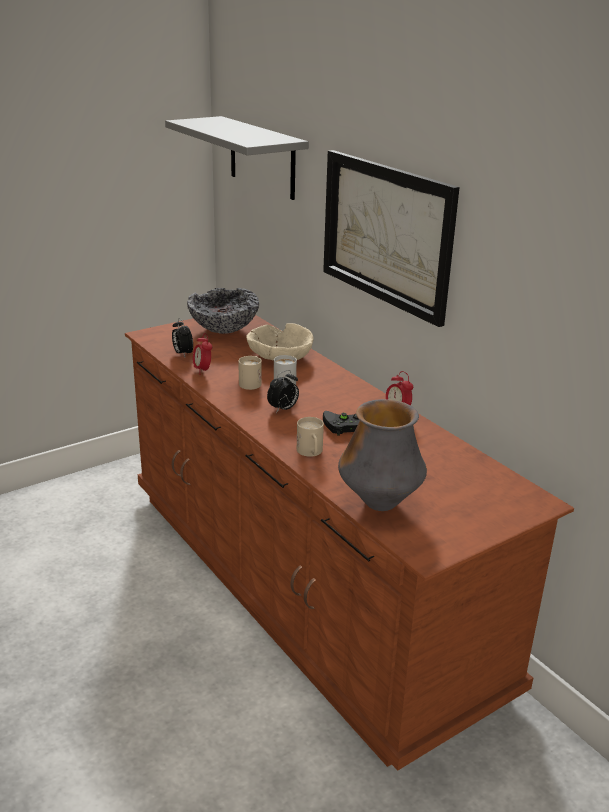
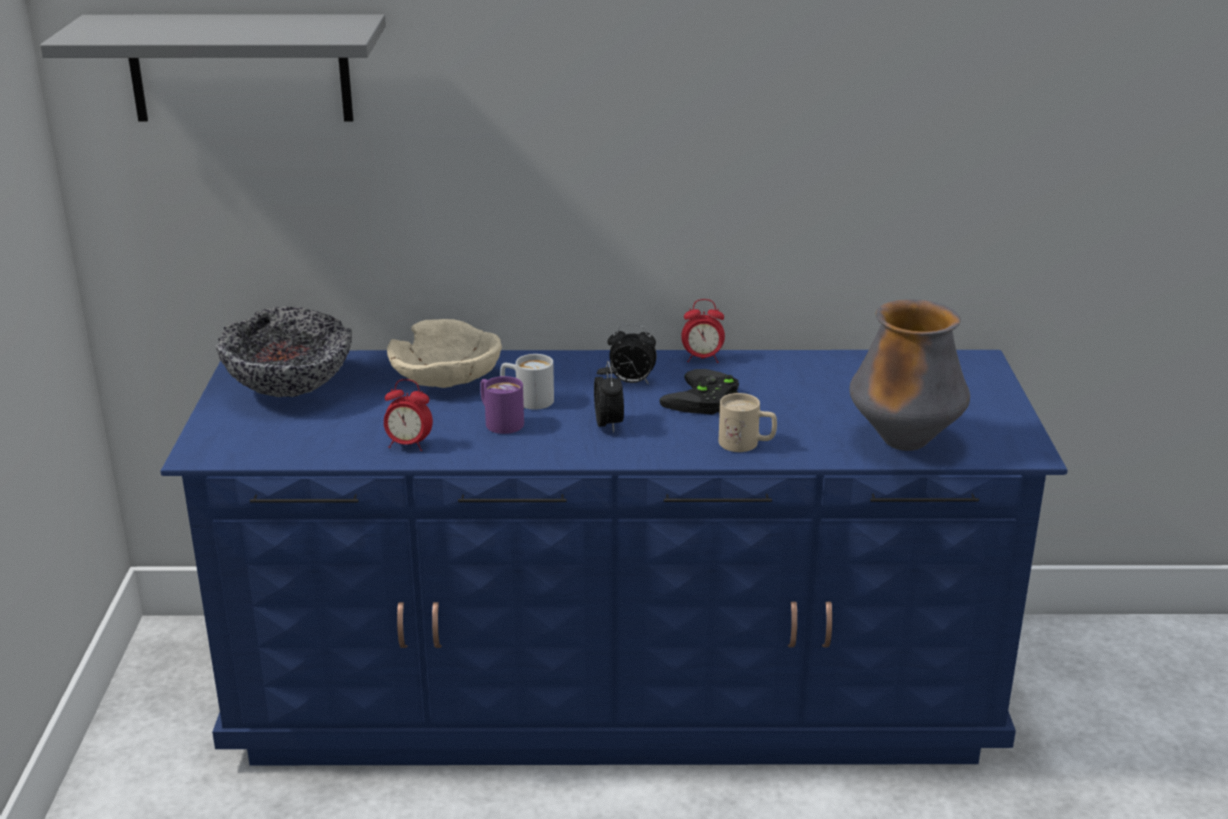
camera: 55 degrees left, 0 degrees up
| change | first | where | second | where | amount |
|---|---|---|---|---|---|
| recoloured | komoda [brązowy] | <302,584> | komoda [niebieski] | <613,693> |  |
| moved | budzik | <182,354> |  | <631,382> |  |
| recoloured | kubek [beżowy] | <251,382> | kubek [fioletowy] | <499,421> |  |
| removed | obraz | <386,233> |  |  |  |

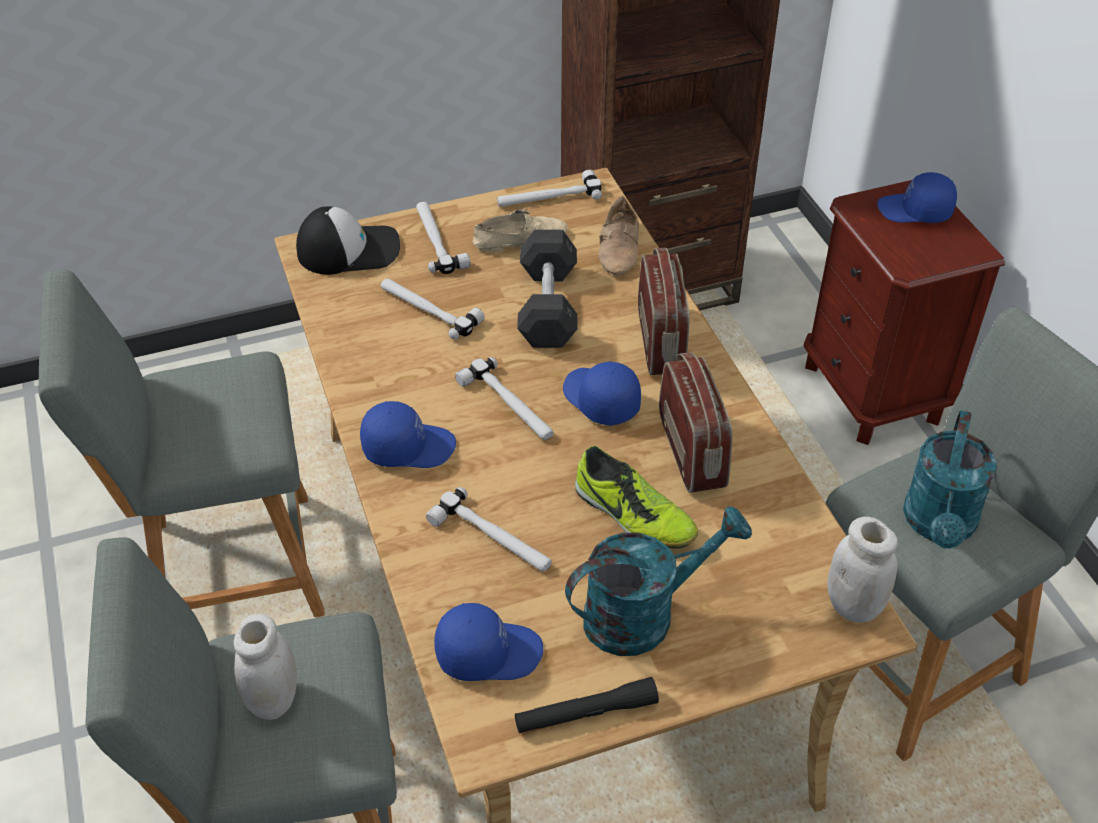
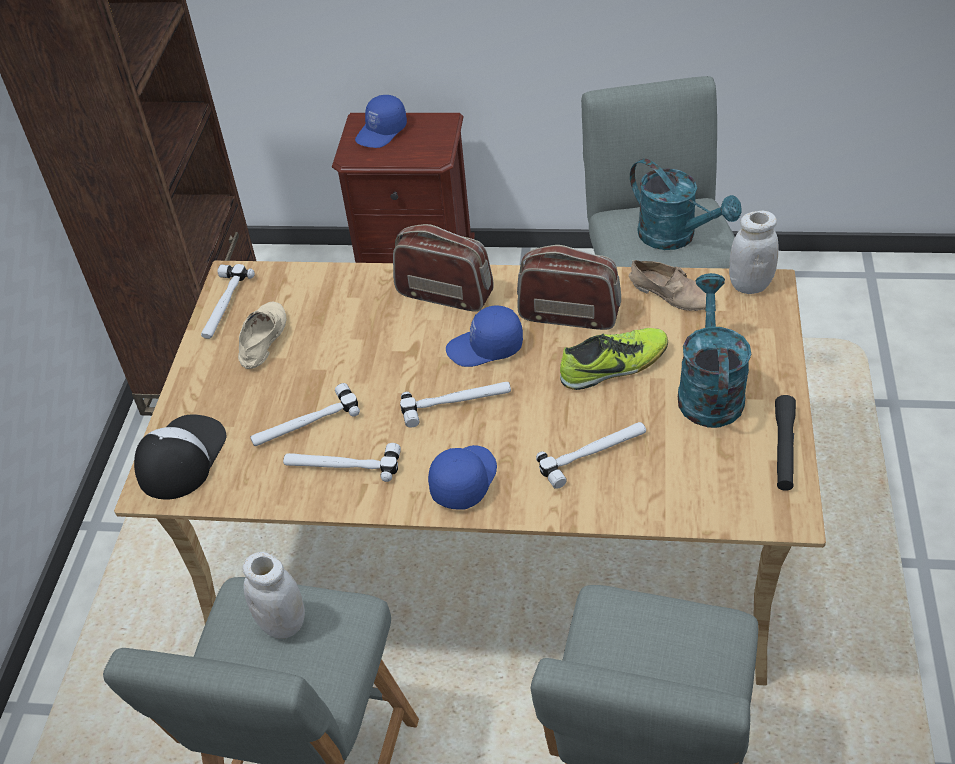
camera: 60 degrees left, 0 degrees up
| change | first | where | second | where | amount |
|---|---|---|---|---|---|
| moved | słoik [biały] | <274,700> |  | <282,623> |  |
| moved | młotek | <437,240> |  | <342,464> |  |
| removed | czapka z daszkiem [niebieski] | <488,652> |  |  |  |
| removed | hantel [szary] | <548,306> |  |  |  |
| moved | but [beżowy] | <621,248> |  | <672,293> |  |

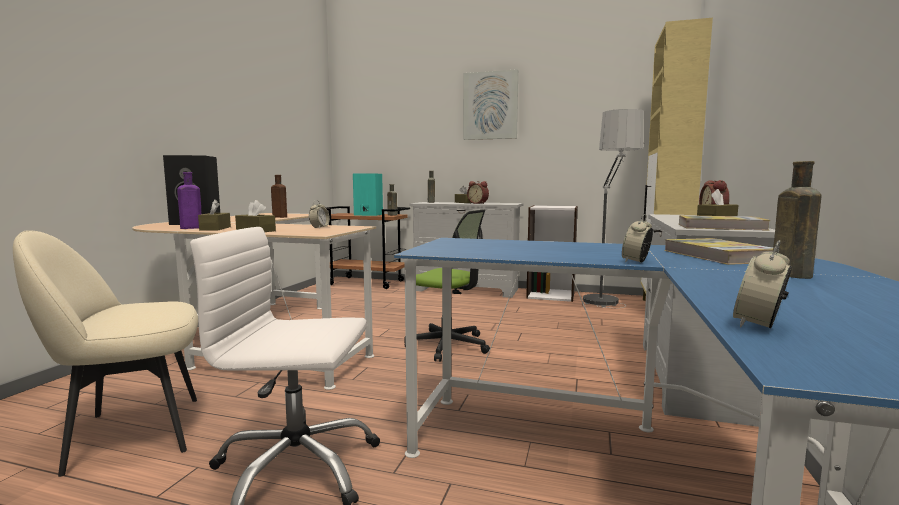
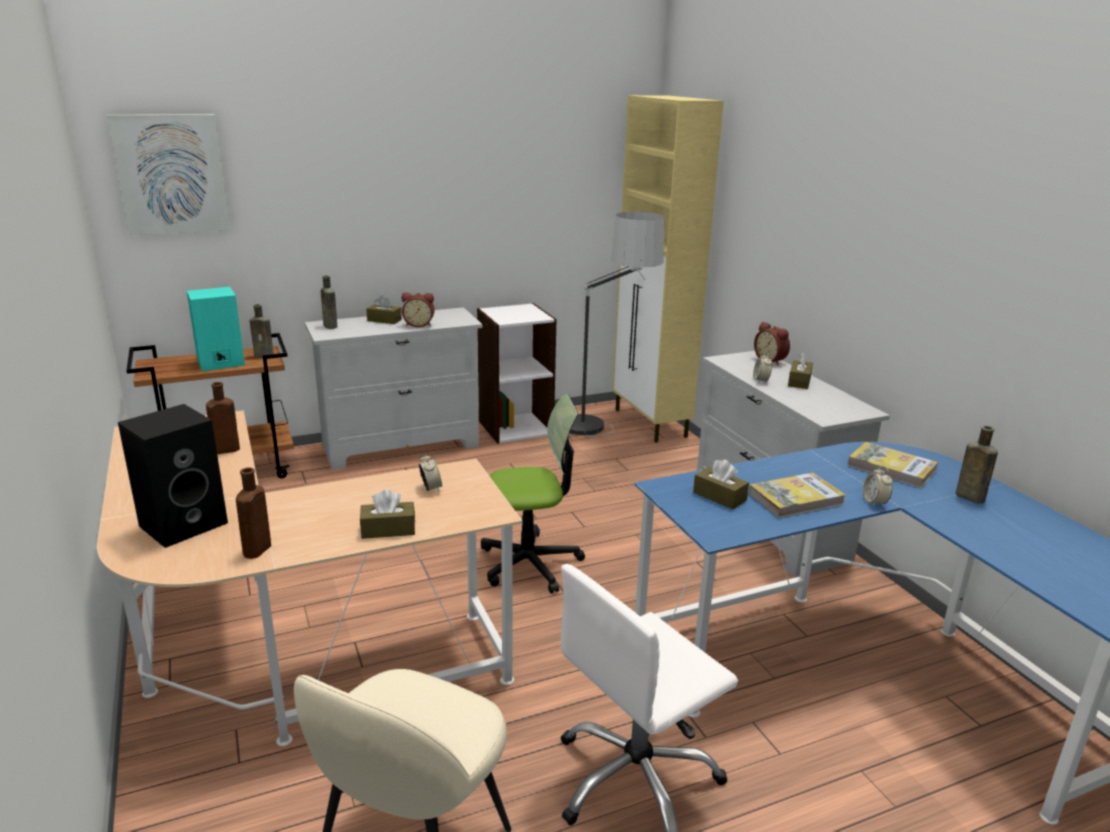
camera: 40 degrees left, 15 degrees up
| change | first | where | second | where | amount |
|---|---|---|---|---|---|
| recoloured | butelka [fioletowy] | <189,228> | butelka [brązowy] | <256,551> |  |
| moved | pudełko chusteczek [brązowy] | <215,228> |  | <719,496> |  |
| moved | obraz | <490,105> |  | <171,174> |  |
| moved | książka | <720,227> |  | <795,499> |  |
| moved | budzik | <758,325> |  | <761,380> |  |

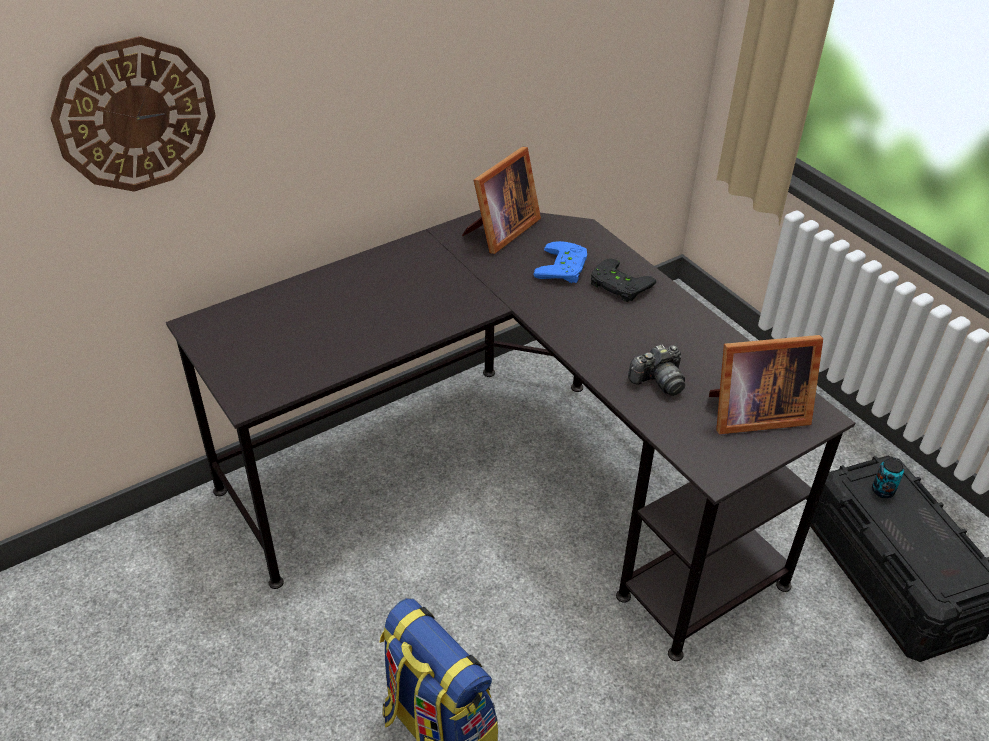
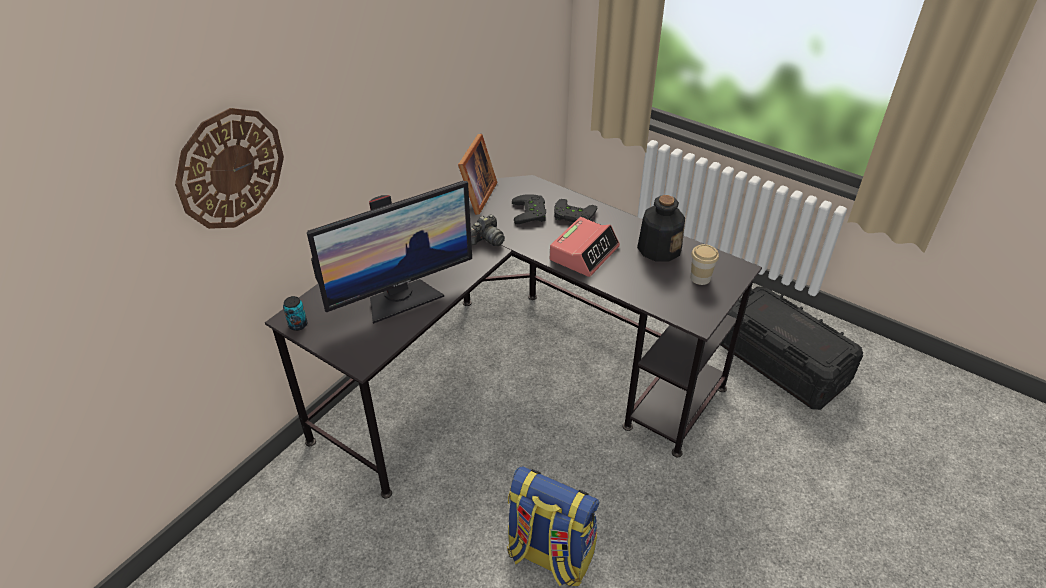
camera: 20 degrees left, 0 degrees up
| change | first | where | second | where | amount |
|---|---|---|---|---|---|
| recoloured | pad do gier [niebieski] | <565,268> | pad do gier [czarny] | <532,212> |  |
| moved | aparat fotograficzny | <658,381> |  | <486,240> |  |
| replaced | ramka na zdjęcie | <752,414> | filiżanka | <700,278> |  |
| moved | puszka | <882,491> |  | <298,325> |  |
| added |  |  | monitor | <401,298> |  |
| added |  |  | budzik | <584,253> |  |
| added |  |  | butelka | <658,248> |  |

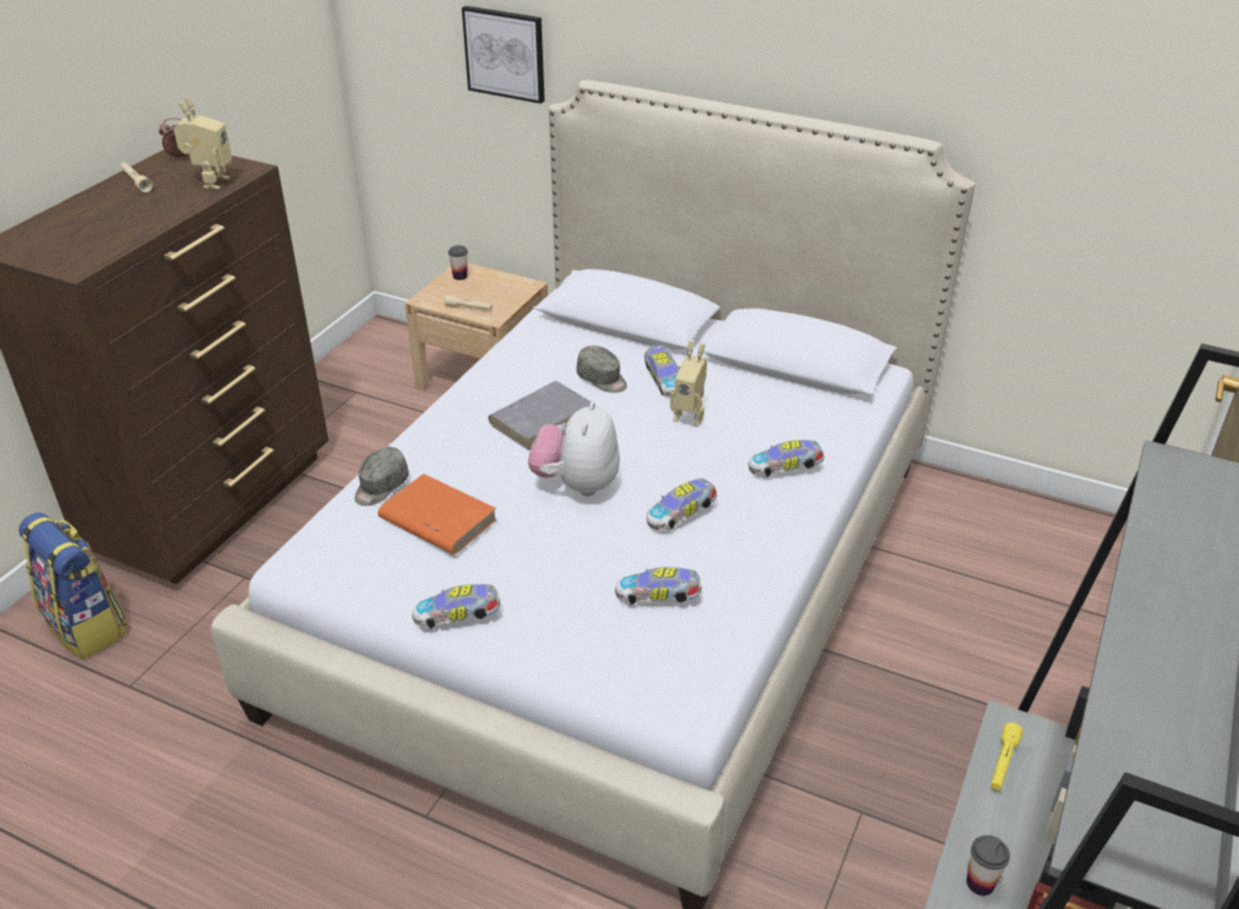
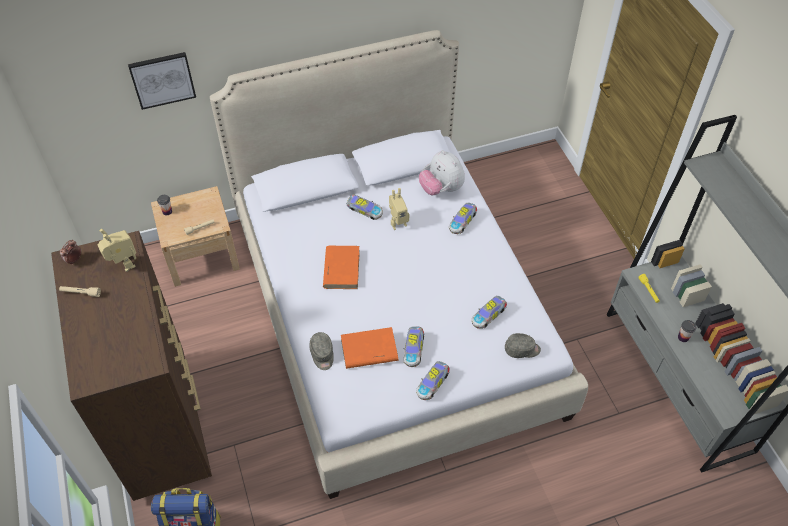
camera: 45 degrees left, 15 degrees up
| change | first | where | second | where | amount |
|---|---|---|---|---|---|
| recoloured | książka [szary] | <542,418> | książka [pomarańczowy] | <341,268> |  |
| moved | pluszak | <577,484> |  | <441,189> |  |
| moved | czapka z daszkiem [szary] | <602,379> |  | <522,350> |  |
| moved | samochodzik | <681,514> |  | <413,349> |  |

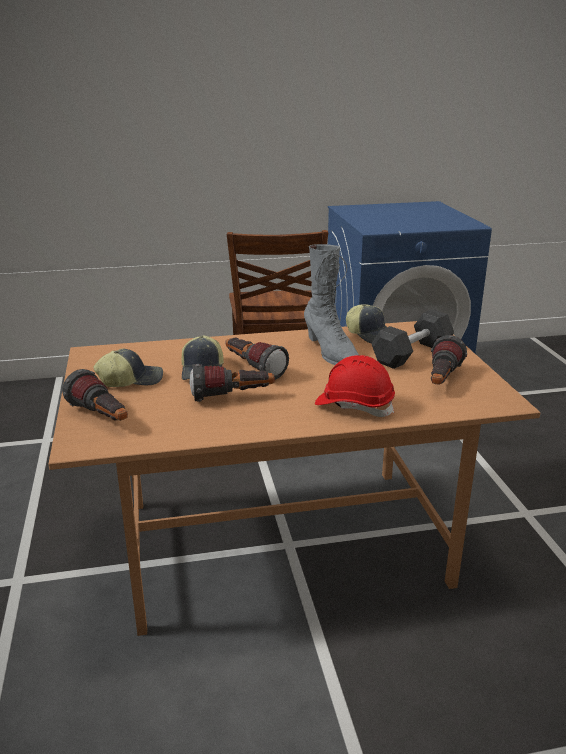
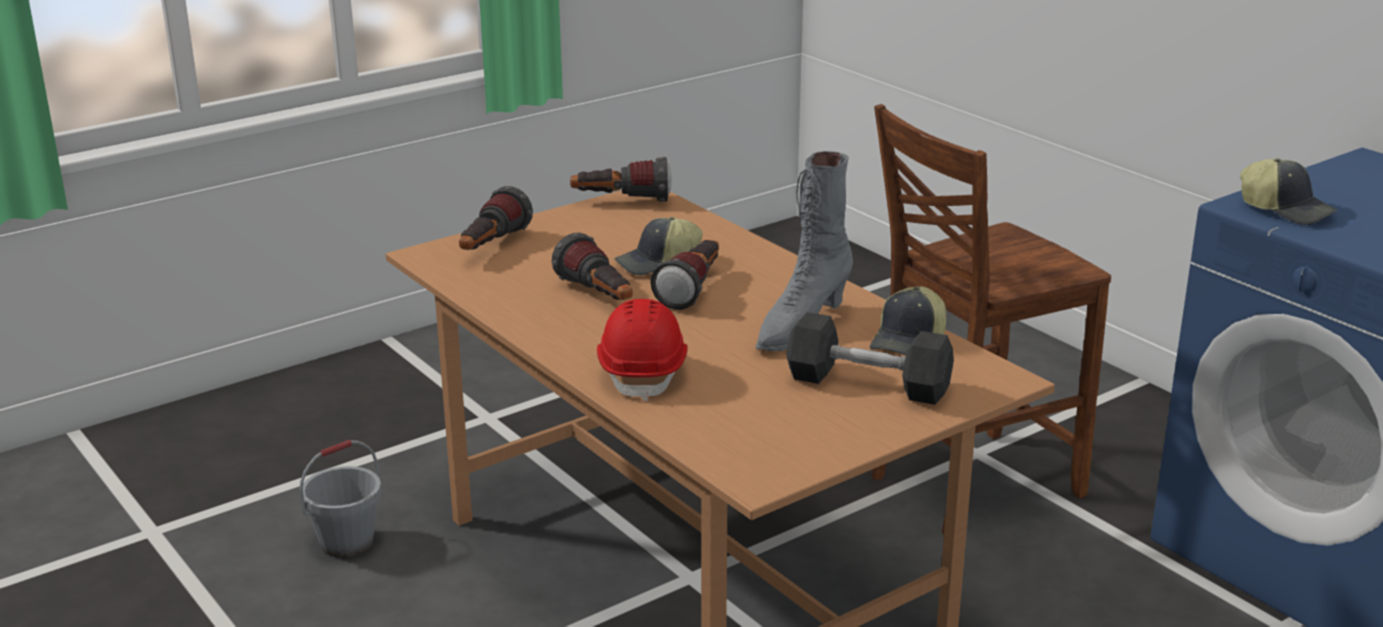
camera: 65 degrees right, 0 degrees up
| change | first | where | second | where | amount |
|---|---|---|---|---|---|
| moved | czapka z daszkiem | <131,380> |  | <1286,210> |  |
| moved | latarka | <441,381> |  | <621,202> |  |
| added |  |  | wiadro [szary] | <347,542> |  |

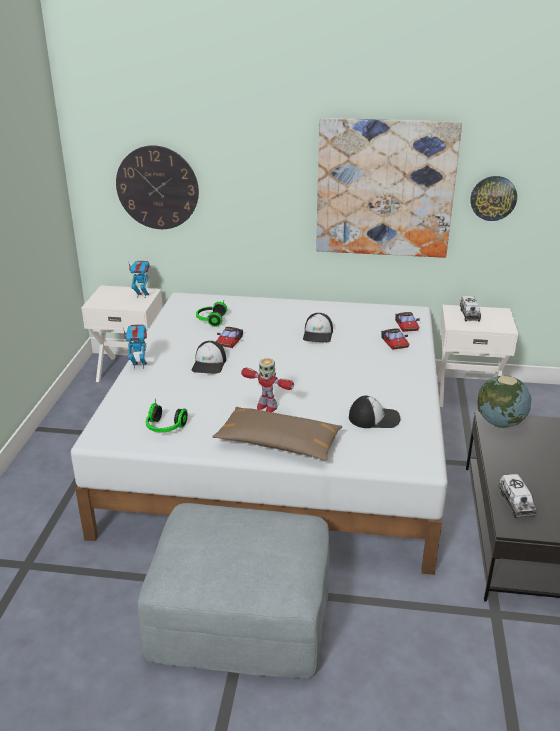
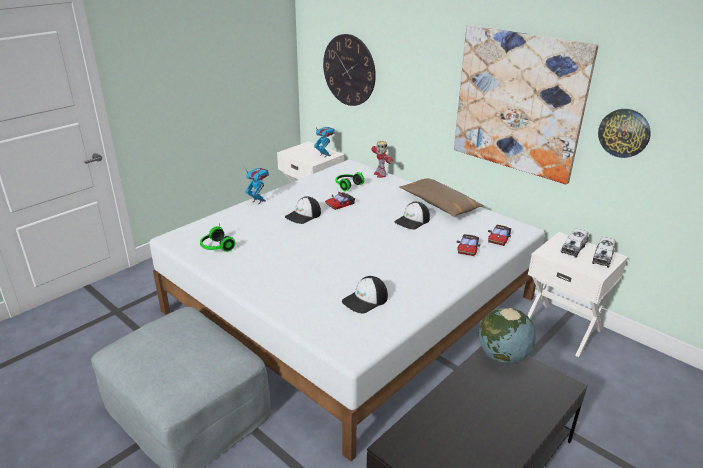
camera: 35 degrees right, 0 degrees up
| change | first | where | second | where | amount |
|---|---|---|---|---|---|
| moved | poduszka [brązowy] | <278,443> |  | <439,204> |  |
| moved | robot zabawkowy | <266,407> |  | <380,174> |  |
| turned | czapka z daszkiem | <374,418> |  | <365,300> | 105 degrees clockwise |
| moved | ciężarówka zabawkowa | <515,503> |  | <602,258> |  |

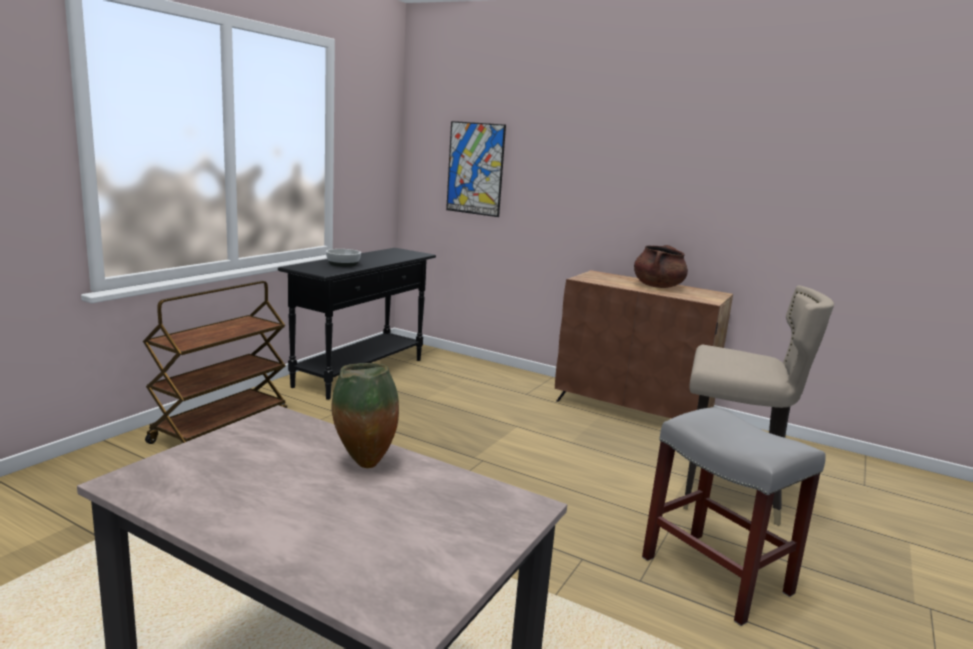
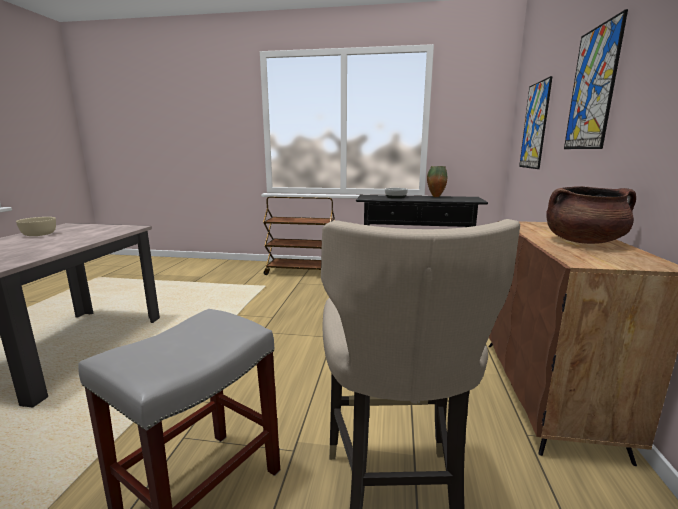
camera: 70 degrees right, 0 degrees up
| change | first | where | second | where | amount |
|---|---|---|---|---|---|
| moved | wazon | <363,464> |  | <435,197> |  |
| added |  |  | miska [beżowy] | <39,234> |  |
| added |  |  | obraz | <592,89> |  |

